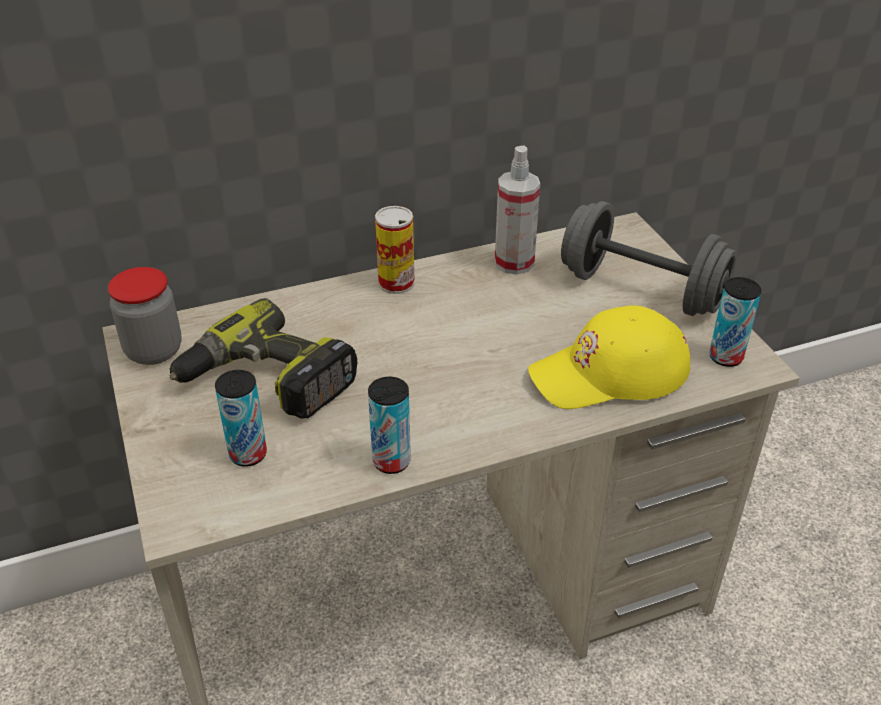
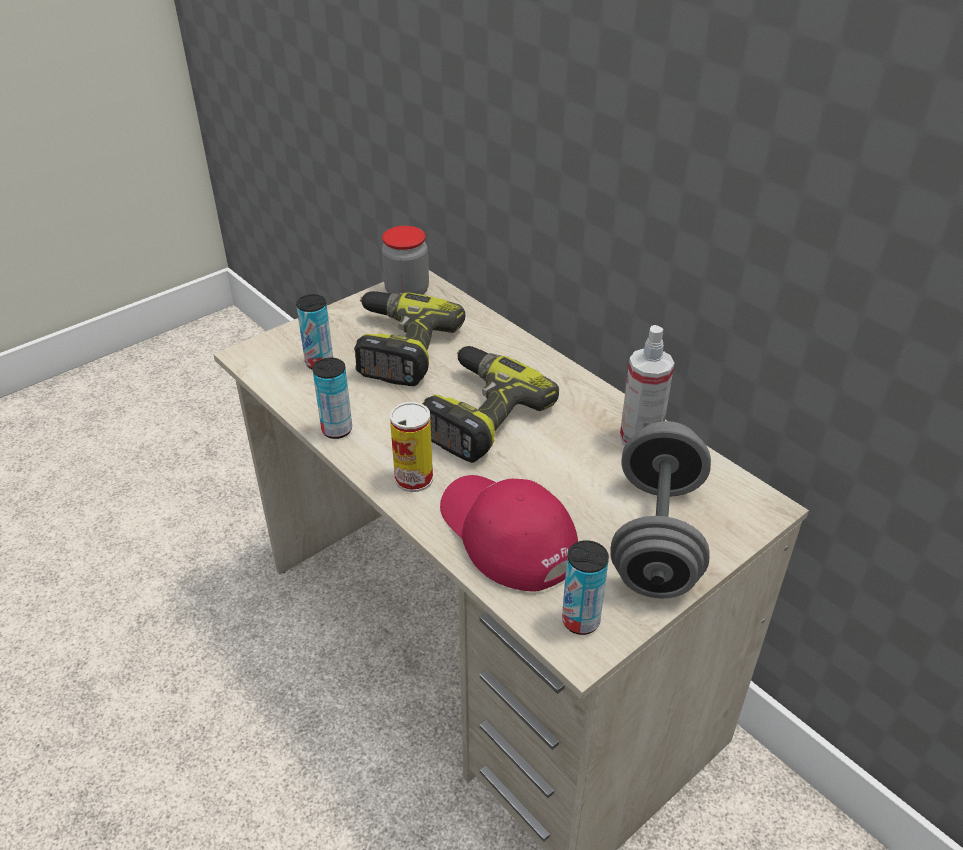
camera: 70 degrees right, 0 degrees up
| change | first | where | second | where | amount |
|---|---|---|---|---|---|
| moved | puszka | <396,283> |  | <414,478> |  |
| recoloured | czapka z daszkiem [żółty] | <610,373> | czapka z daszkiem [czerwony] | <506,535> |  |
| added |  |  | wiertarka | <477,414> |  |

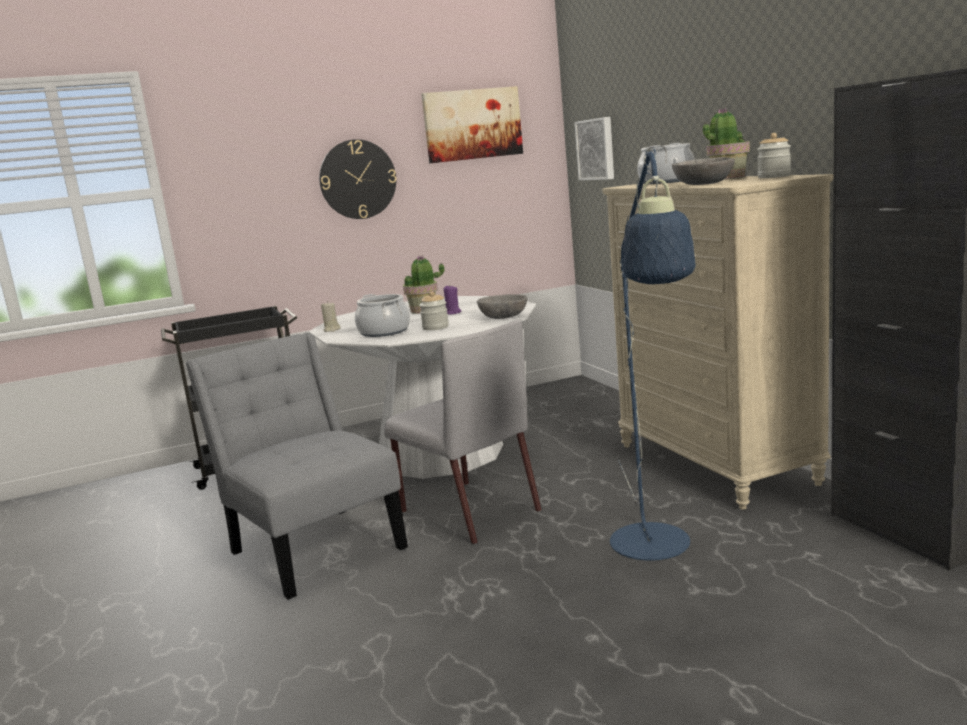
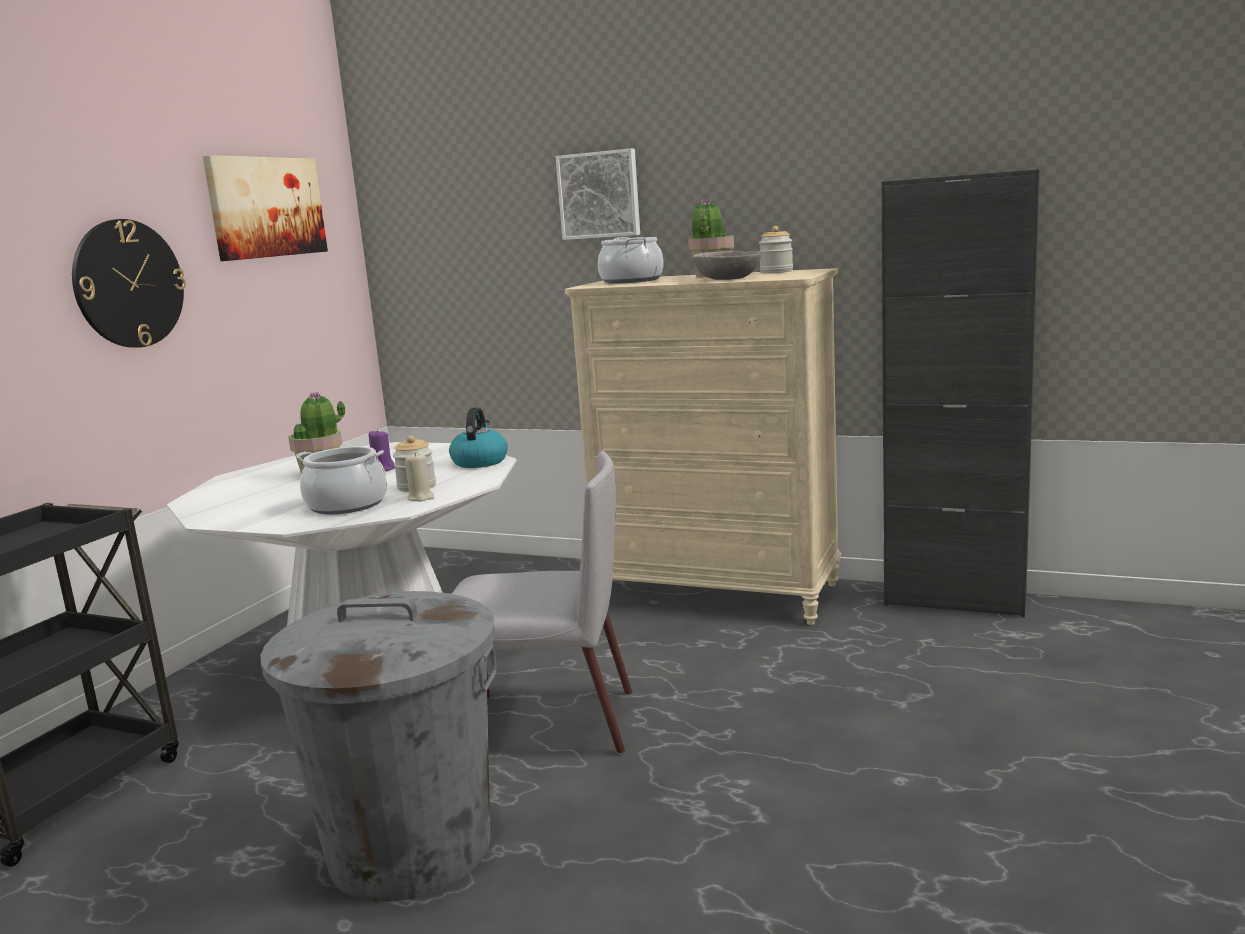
camera: 45 degrees left, 0 degrees up
| change | first | where | second | where | amount |
|---|---|---|---|---|---|
| replaced | krzesło [szary] | <314,547> | kosz na śmieci [szary] | <409,847> |  |
| moved | świeca [beżowy] | <331,330> |  | <421,498> |  |
| replaced | miska [szary] | <503,317> | czajnik | <479,462> |  |
| moved | obraz | <597,149> |  | <599,195> |  |
| removed | lampa stojąca [niebieski] | <654,551> |  |  |  |

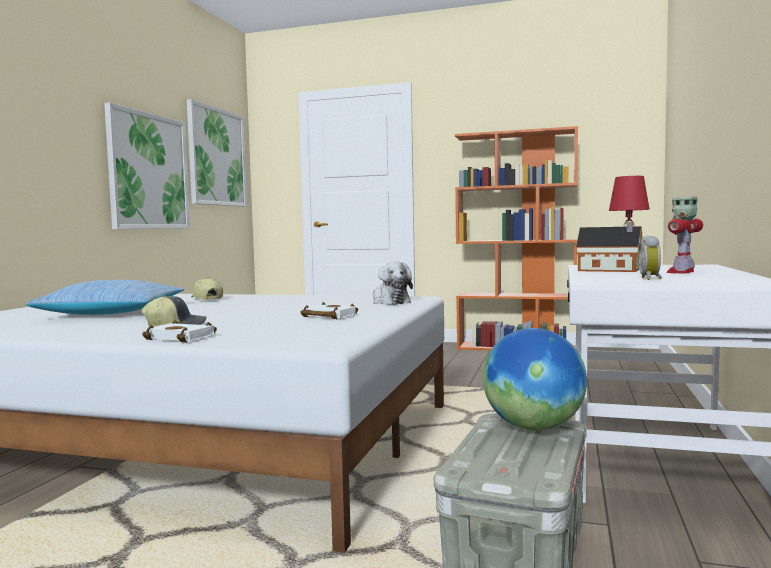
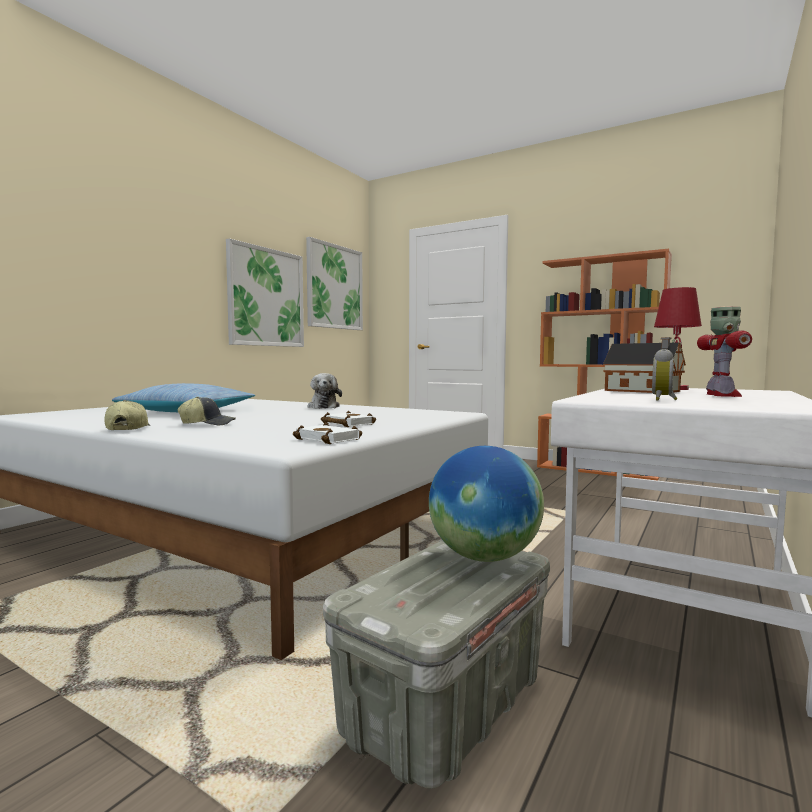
camera: 15 degrees right, 0 degrees up
| change | first | where | second | where | amount |
|---|---|---|---|---|---|
| moved | książka [biały] | <183,337> |  | <330,439> |  |
| moved | czapka z daszkiem | <206,299> |  | <127,429> |  |
| moved | pluszak | <390,302> |  | <323,407> |  |
| turned | robot zabawkowy | <682,272> |  | <722,395> | 135 degrees clockwise |

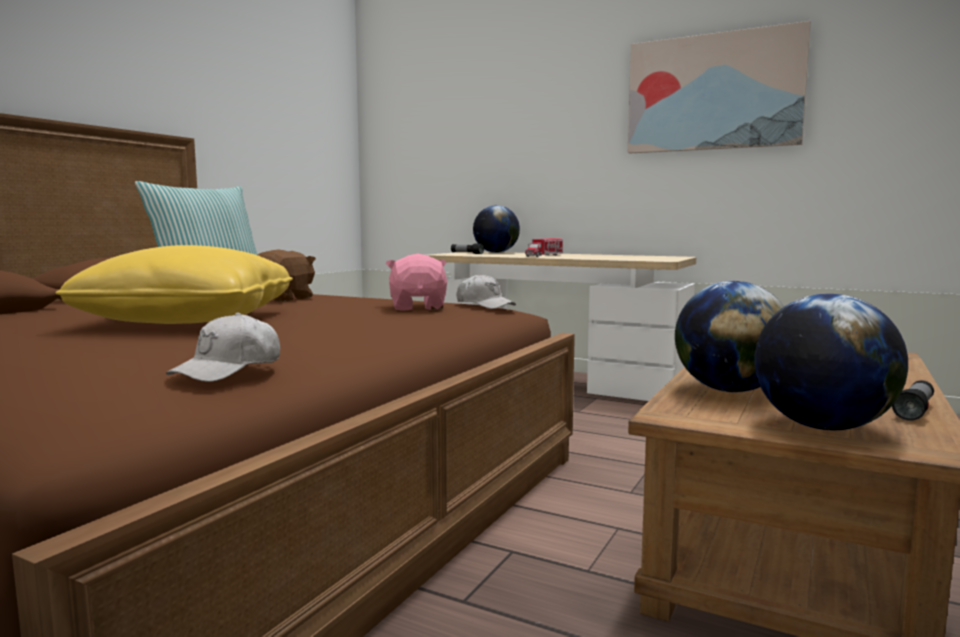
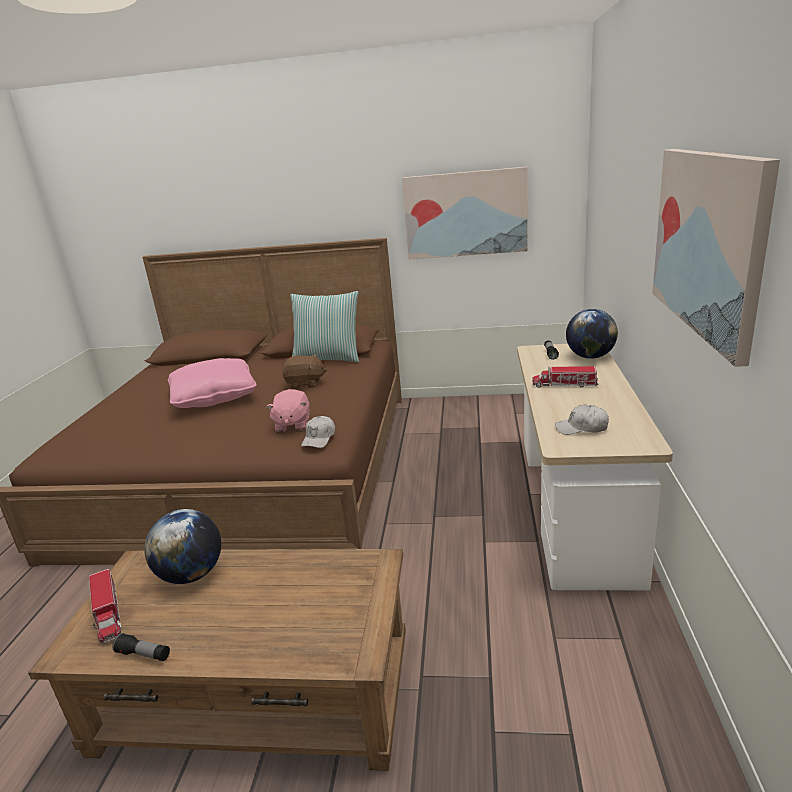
camera: 70 degrees right, 15 degrees up
| change | first | where | second | where | amount |
|---|---|---|---|---|---|
| recoloured | poduszka [żółty] | <190,320> | poduszka [różowy] | <214,398> |  |
| moved | czapka z daszkiem [biały] | <228,369> |  | <582,428> |  |
| turned | pluszak [różowy] | <418,307> |  | <292,425> | 120 degrees clockwise |
| replaced | globus | <822,427> | ciężarówka zabawkowa | <108,614> |  |
| added |  |  | obraz | <465,214> |  |

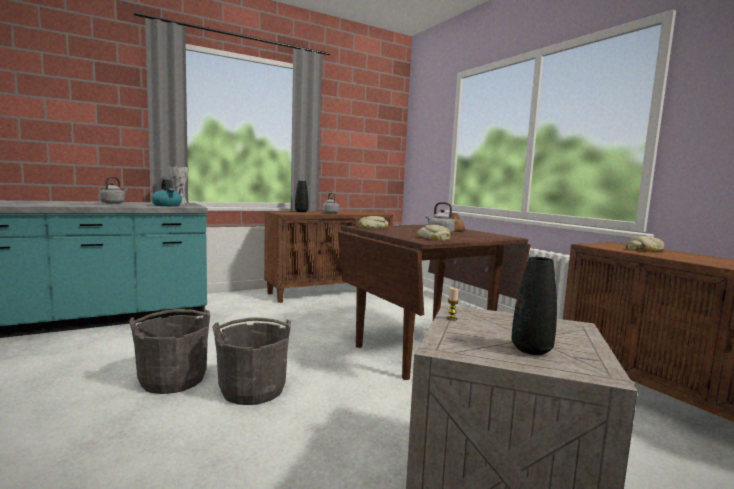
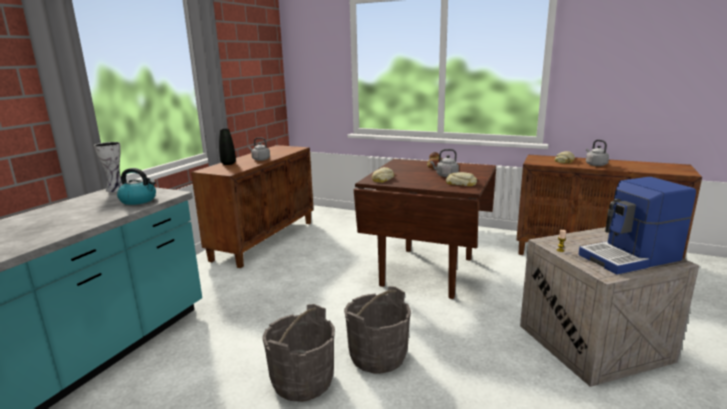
camera: 35 degrees left, 10 degrees up
| change | first | where | second | where | amount |
|---|---|---|---|---|---|
| moved | czajnik [szary] | <114,203> |  | <595,164> |  |
| replaced | wazon [czarny] | <531,350> | ekspres do kawy | <631,258> |  |

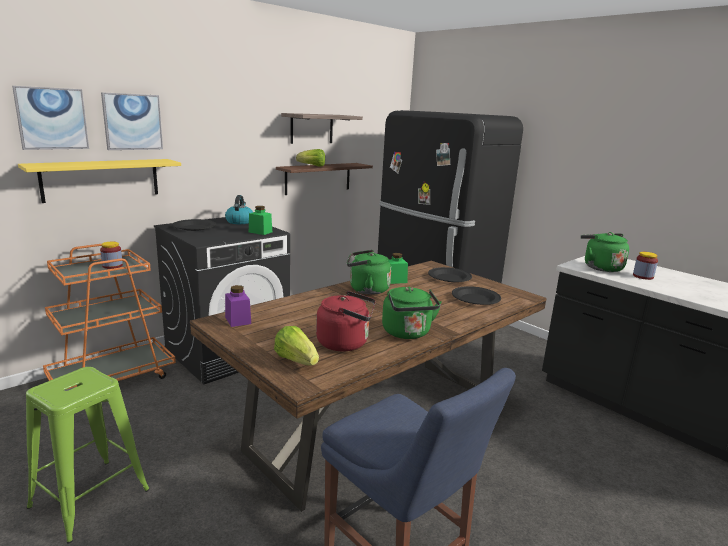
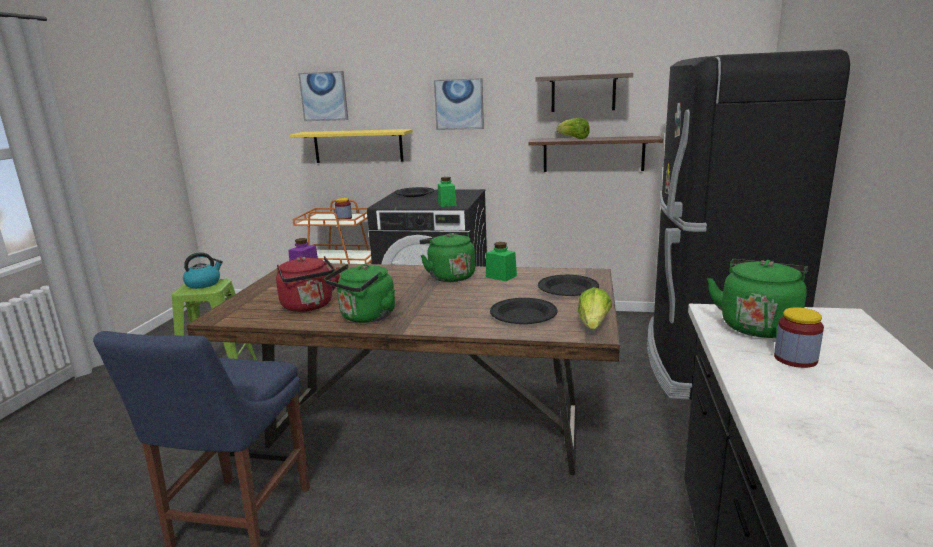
camera: 55 degrees right, 0 degrees up
| change | first | where | second | where | amount |
|---|---|---|---|---|---|
| moved | obraz | <132,122> |  | <459,104> |  |
| moved | czajnik | <239,221> |  | <204,284> |  |
| moved | sałata | <296,360> |  | <593,325> |  |

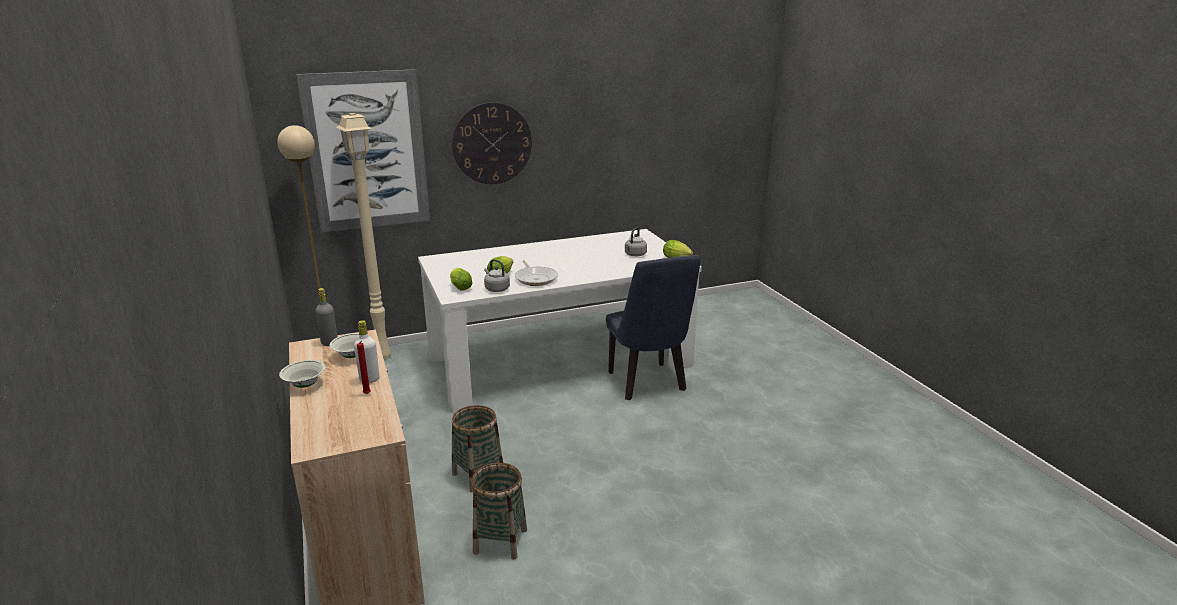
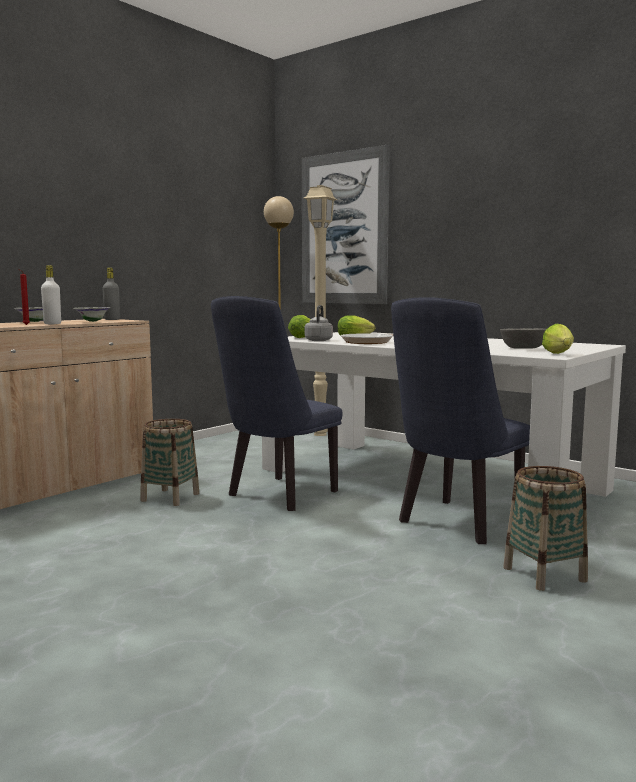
camera: 60 degrees right, 15 degrees down
| change | first | where | second | where | amount |
|---|---|---|---|---|---|
| removed | zegar ścienny | <492,143> |  |  |  |
| moved | koszyk | <500,541> |  | <544,574> |  |
| replaced | czajnik [szary] | <634,255> | miska [szary] | <523,348> |  |
| added |  |  | krzesło [niebieski] | <277,496> |  |

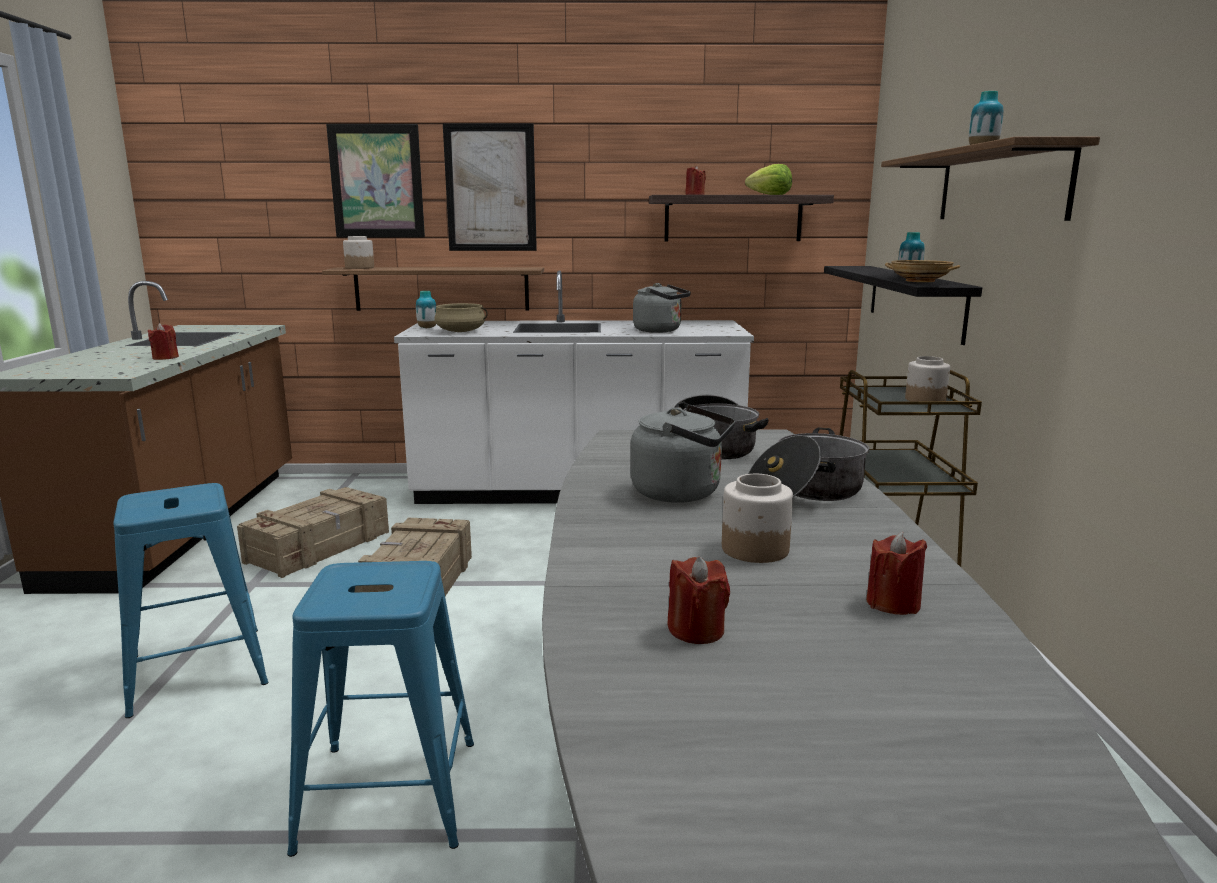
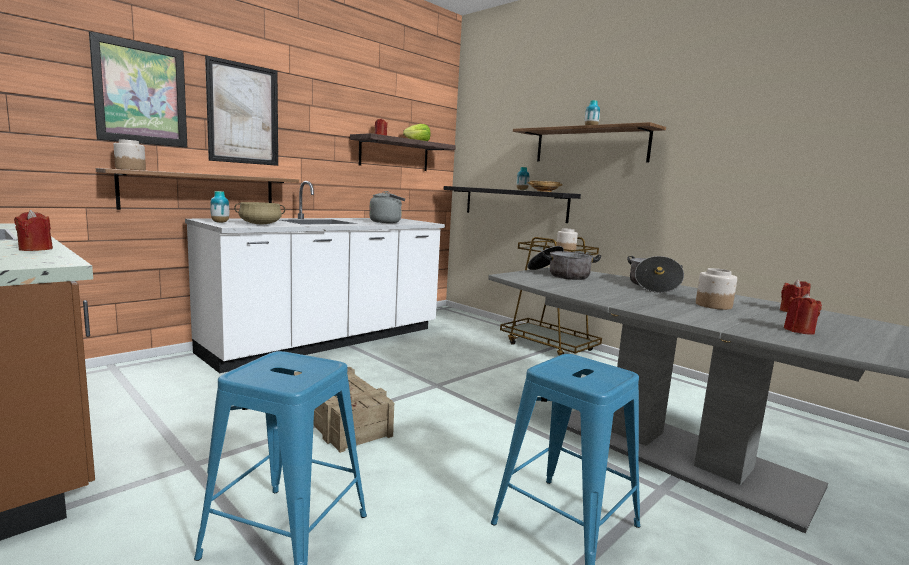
camera: 45 degrees left, 5 degrees down
| change | first | where | second | where | amount |
|---|---|---|---|---|---|
| removed | skrzynka | <320,547> |  |  |  |
| removed | czajnik [szary] | <682,493> |  |  |  |

